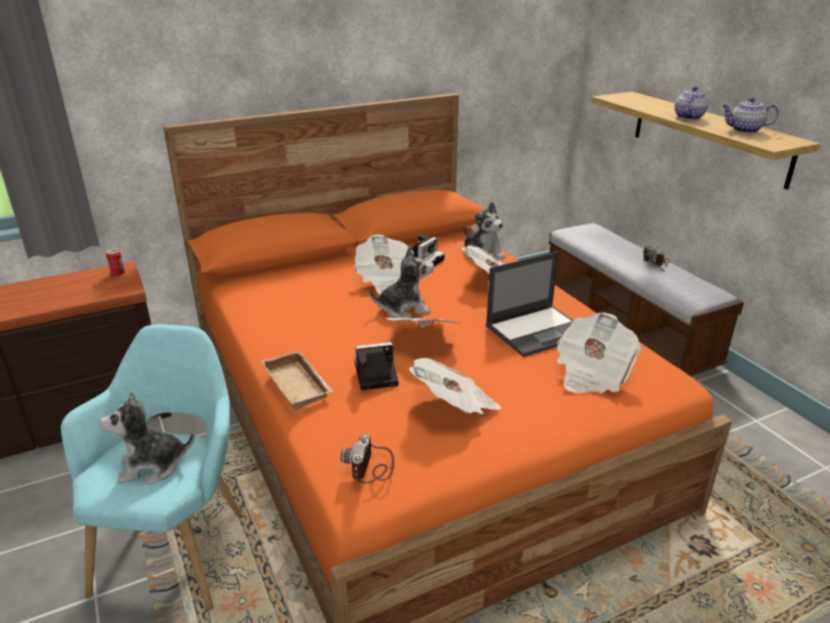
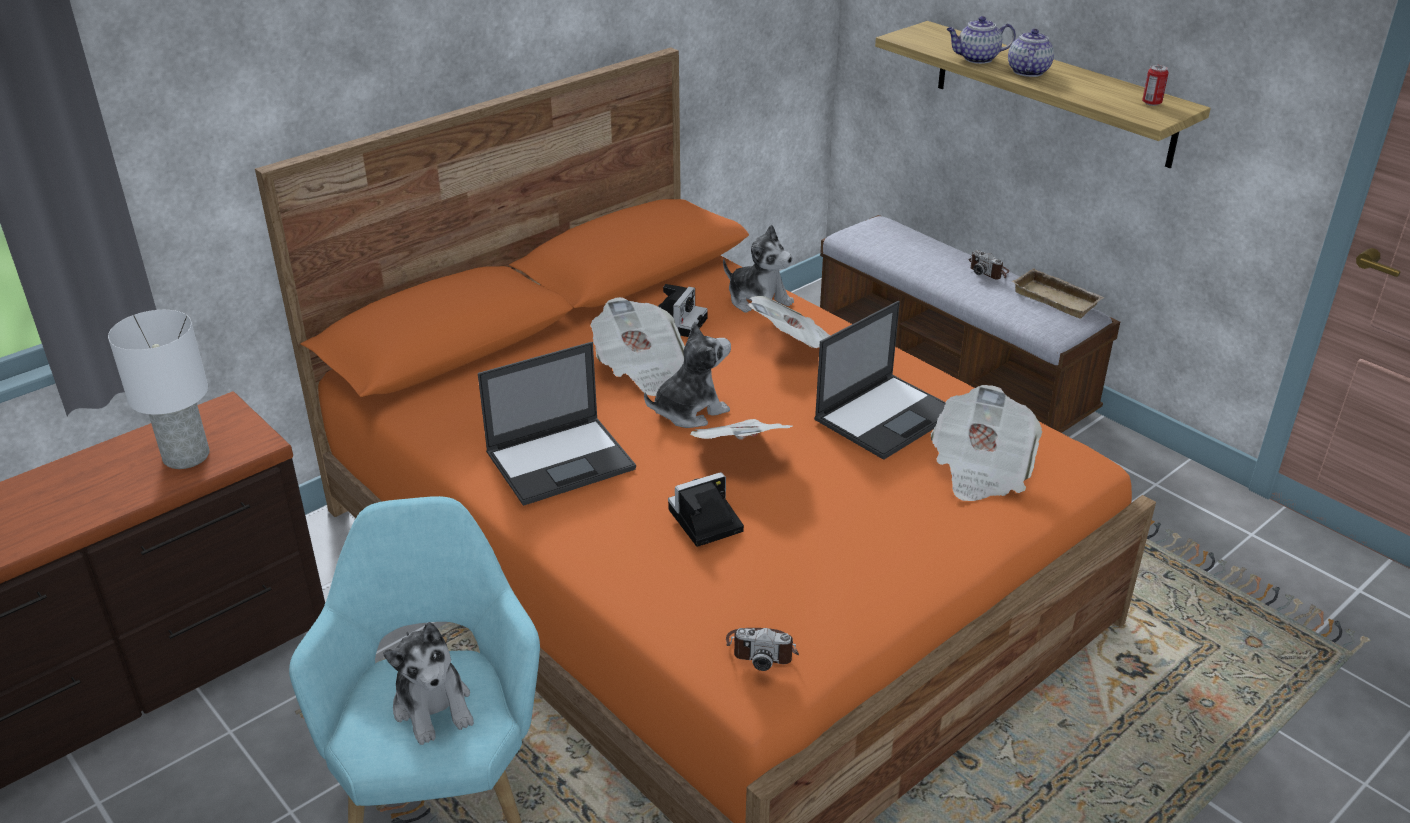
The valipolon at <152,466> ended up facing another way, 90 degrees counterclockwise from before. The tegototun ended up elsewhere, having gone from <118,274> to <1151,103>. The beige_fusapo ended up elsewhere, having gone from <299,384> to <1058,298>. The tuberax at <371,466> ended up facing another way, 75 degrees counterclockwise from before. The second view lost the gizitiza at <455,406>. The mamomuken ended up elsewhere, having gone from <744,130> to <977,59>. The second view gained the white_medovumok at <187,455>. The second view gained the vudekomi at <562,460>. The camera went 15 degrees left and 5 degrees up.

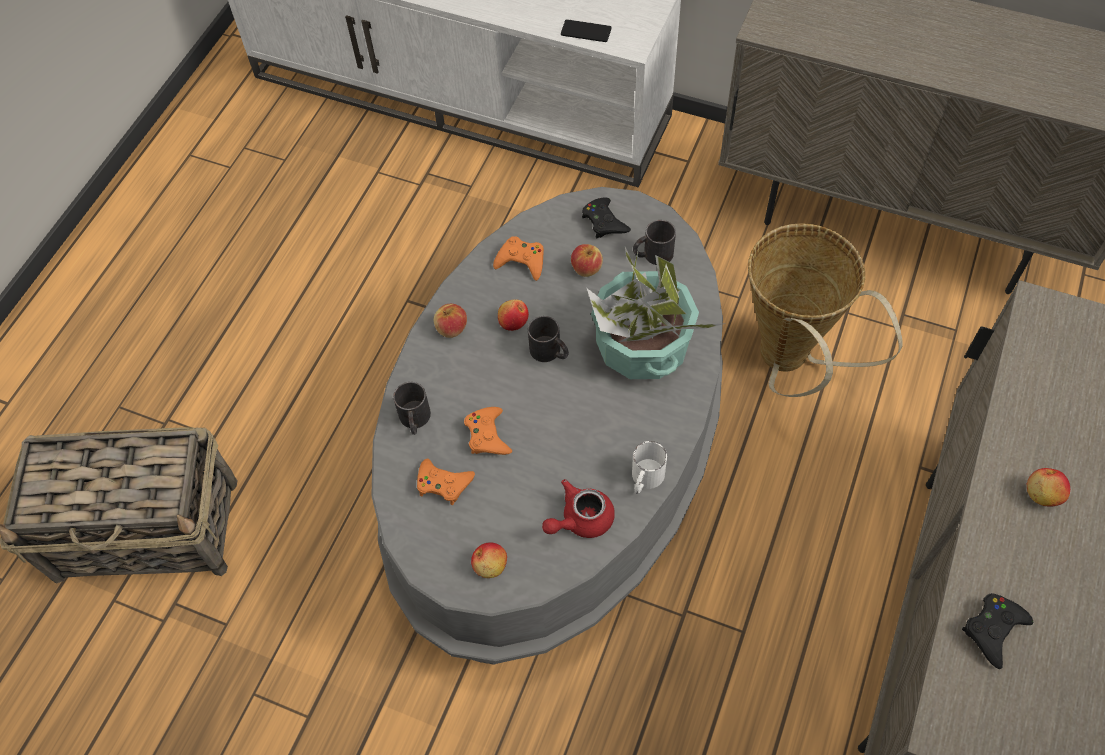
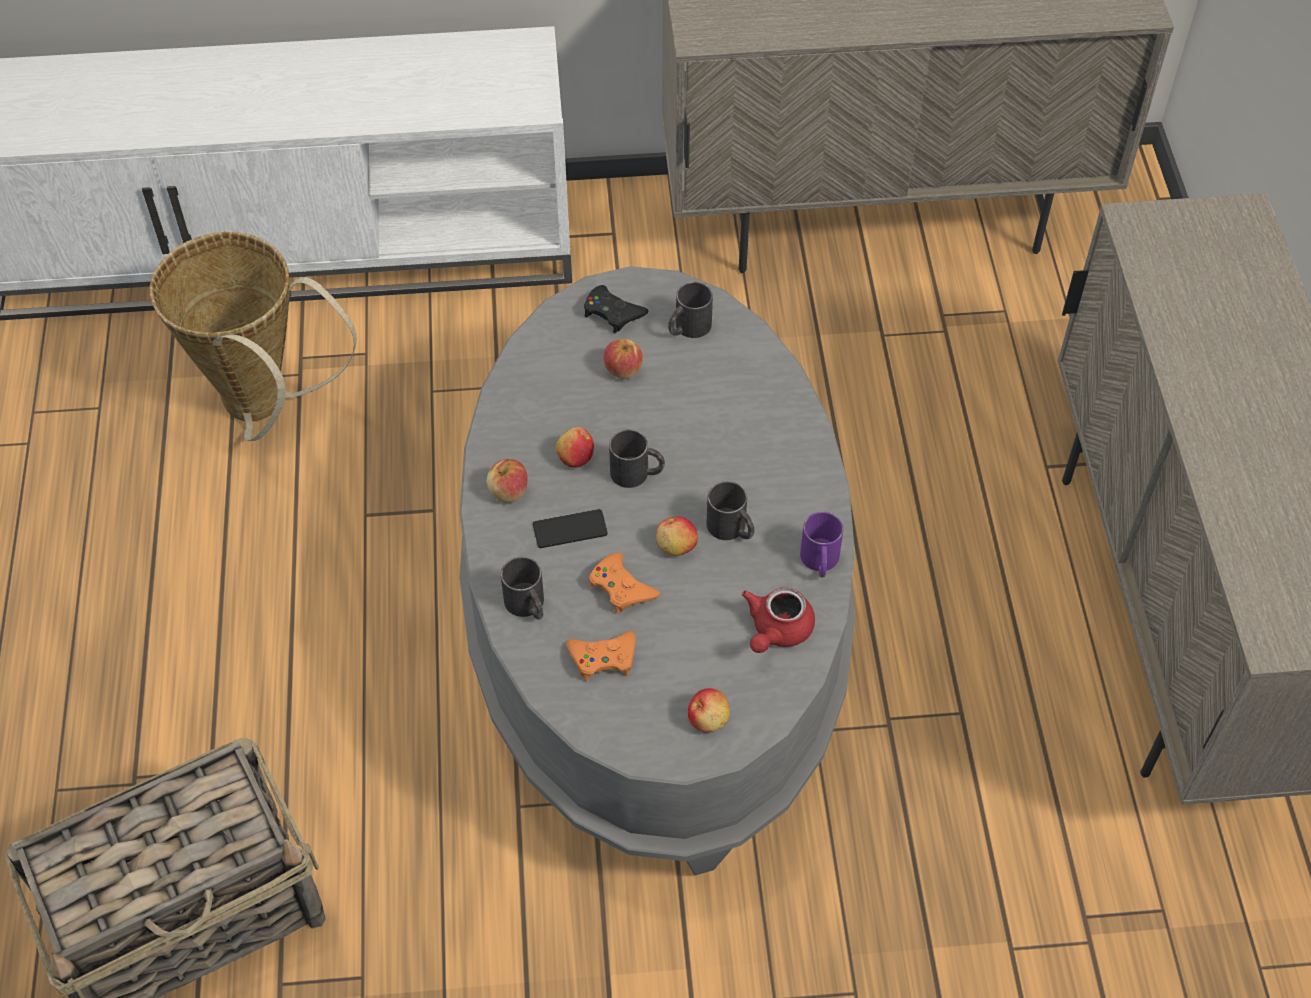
The second view lost the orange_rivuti at <521,261>. The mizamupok ended up elsewhere, having gone from <586,31> to <570,529>. The second view lost the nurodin at <642,345>. What was the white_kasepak at <645,479> turned into the purple_kasepak at <820,562>. The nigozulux ended up elsewhere, having gone from <789,363> to <264,409>. The second view lost the black_rivuti at <993,630>. The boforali ended up elsewhere, having gone from <1042,494> to <676,546>. The second view gained the black_kasepak at <732,529>. The camera went 30 degrees left and 5 degrees down.

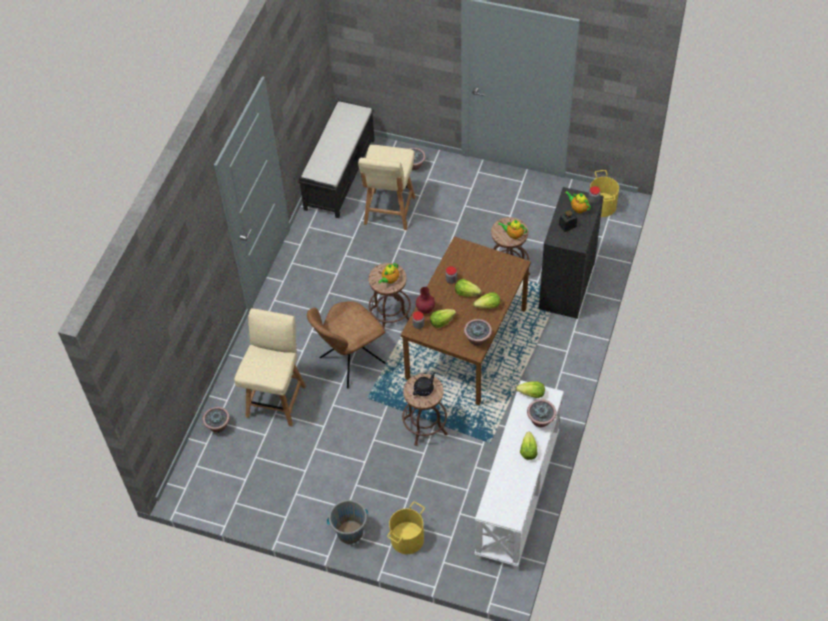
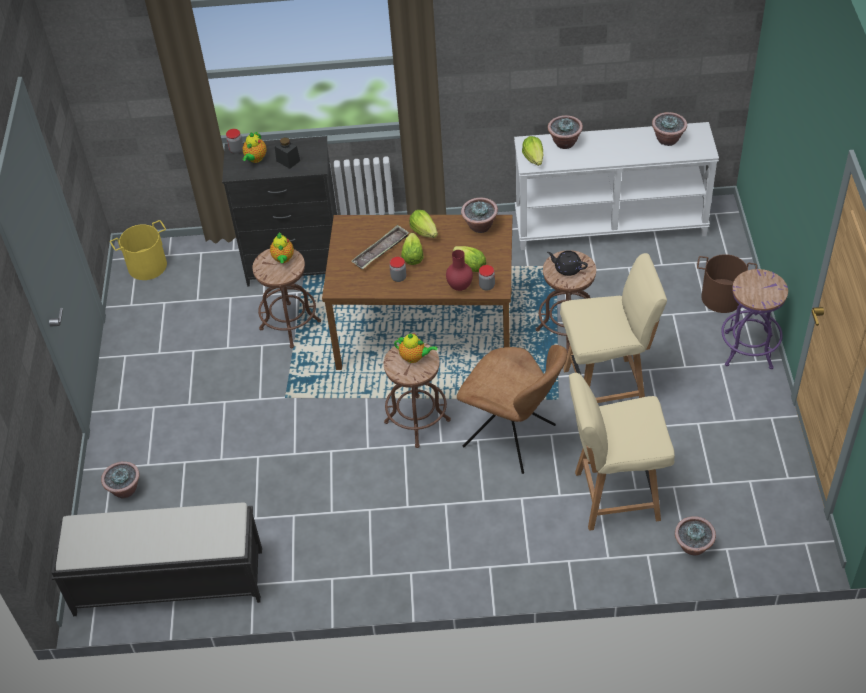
Where the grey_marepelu stood at <350,532>, the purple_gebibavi came to stand at <748,350>. The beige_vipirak ended up elsewhere, having gone from <389,212> to <606,388>. What was the yellow_marepelu at <407,539> turned into the brown_marepelu at <722,297>. The second view lost the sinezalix at <528,451>. The second view gained the fusapo at <381,250>. The second view gained the nurodin at <667,139>. The camera went 110 degrees left and 5 degrees down.

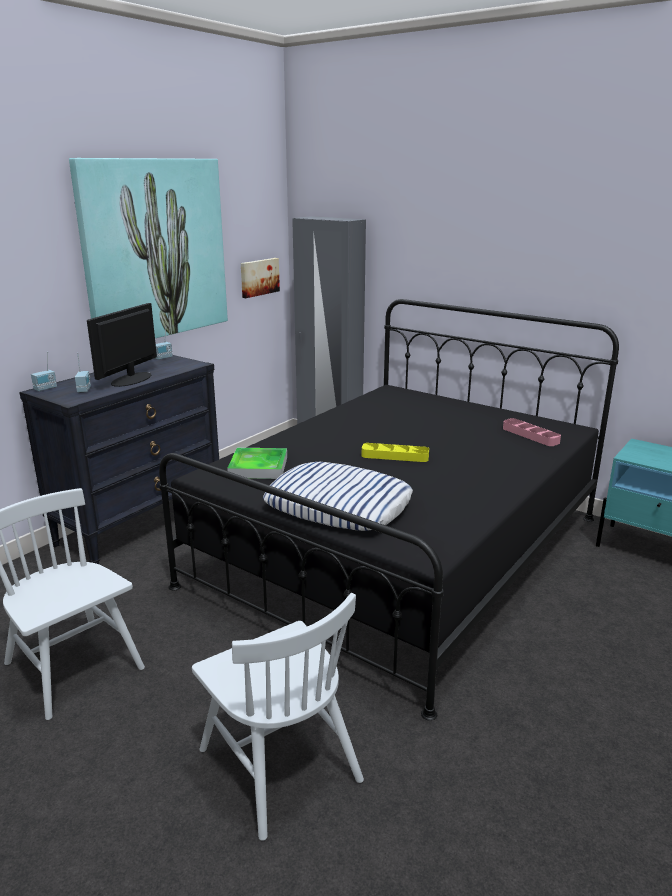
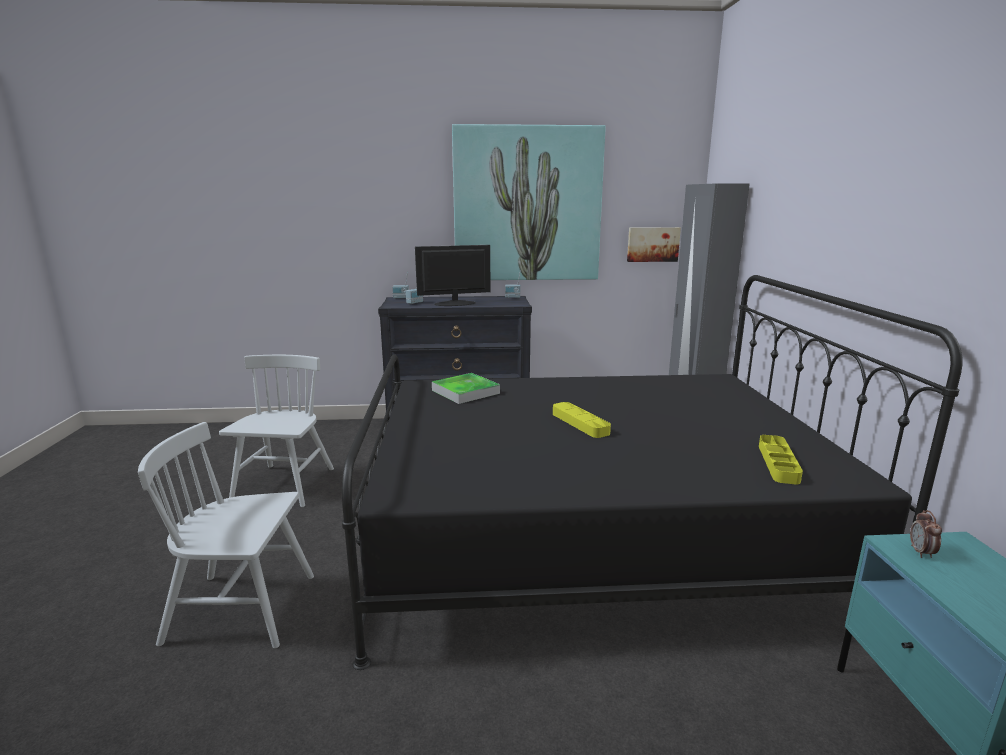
The white_vipirak at <279,763> ended up facing another way, 75 degrees clockwise from before. The second view lost the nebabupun at <339,505>. What was the pink_fusapo at <530,435> turned into the yellow_fusapo at <778,463>. The second view gained the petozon at <921,552>. The camera went 50 degrees right and 5 degrees down.

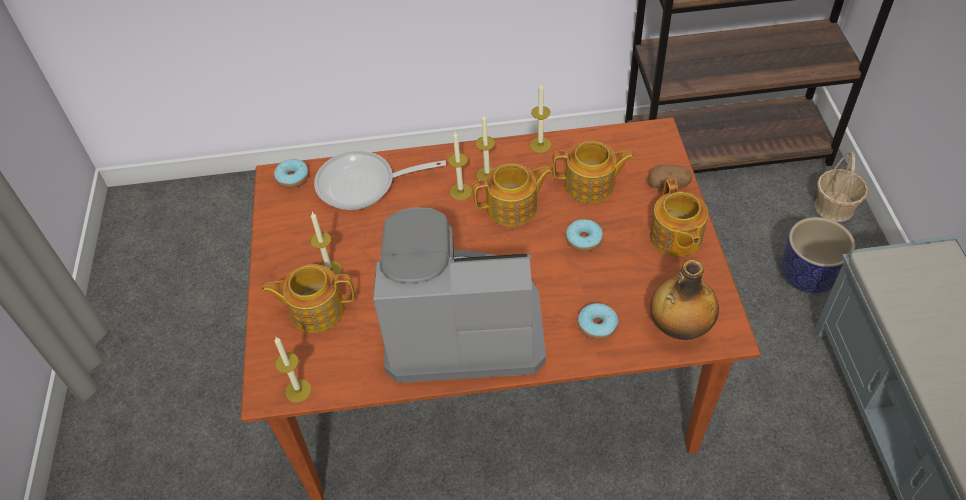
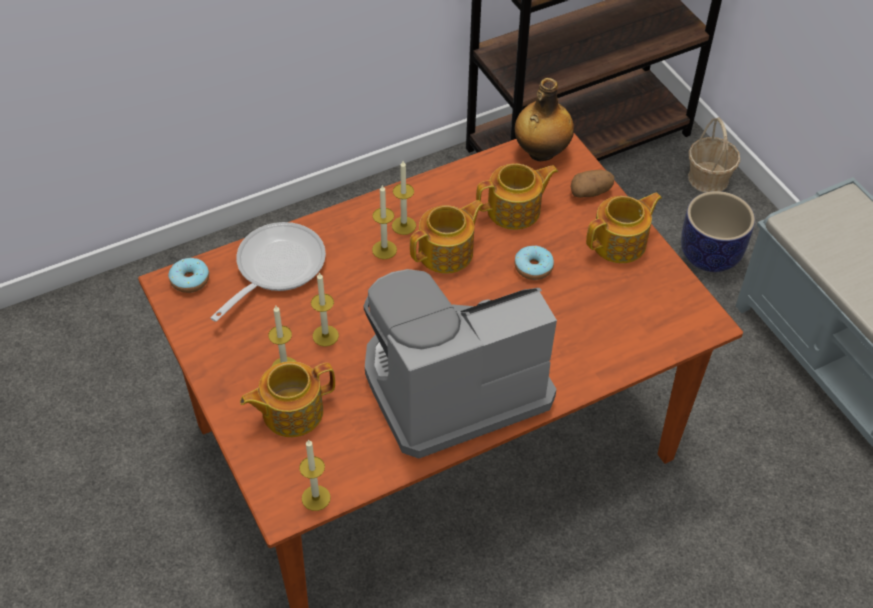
The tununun at <363,185> ended up facing another way, 150 degrees clockwise from before. The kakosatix ended up elsewhere, having gone from <540,145> to <325,336>. The second view lost the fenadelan at <597,326>. The mamomuken at <675,238> ended up facing another way, 90 degrees counterclockwise from before. The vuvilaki ended up elsewhere, having gone from <678,328> to <540,153>. The camera went 25 degrees left and 0 degrees up.

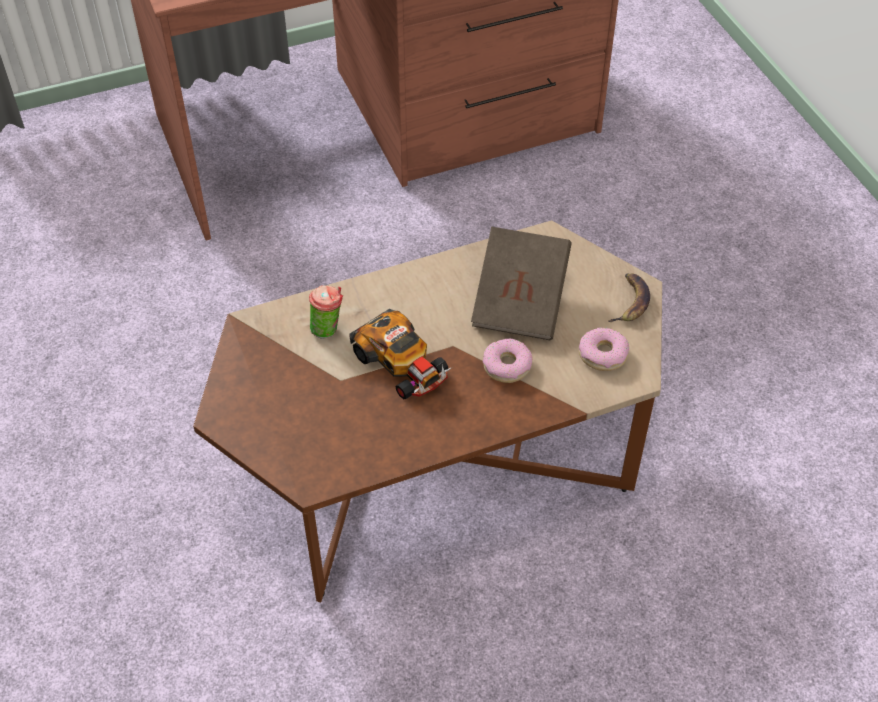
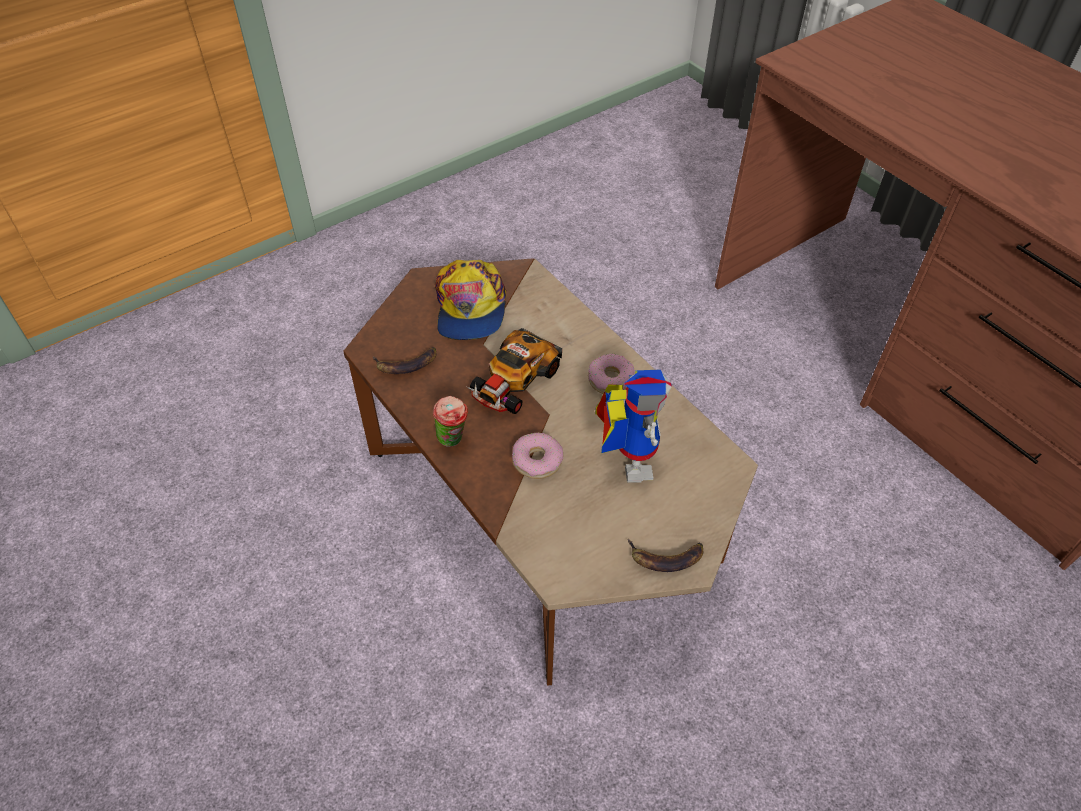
The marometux ended up elsewhere, having gone from <328,329> to <453,440>. Where the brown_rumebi stood at <520,302>, the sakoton came to stand at <626,457>. The fenadelan ended up elsewhere, having gone from <603,354> to <610,379>. The second view gained the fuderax at <406,364>. The second view gained the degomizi at <470,308>. The camera went 75 degrees right and 0 degrees up.

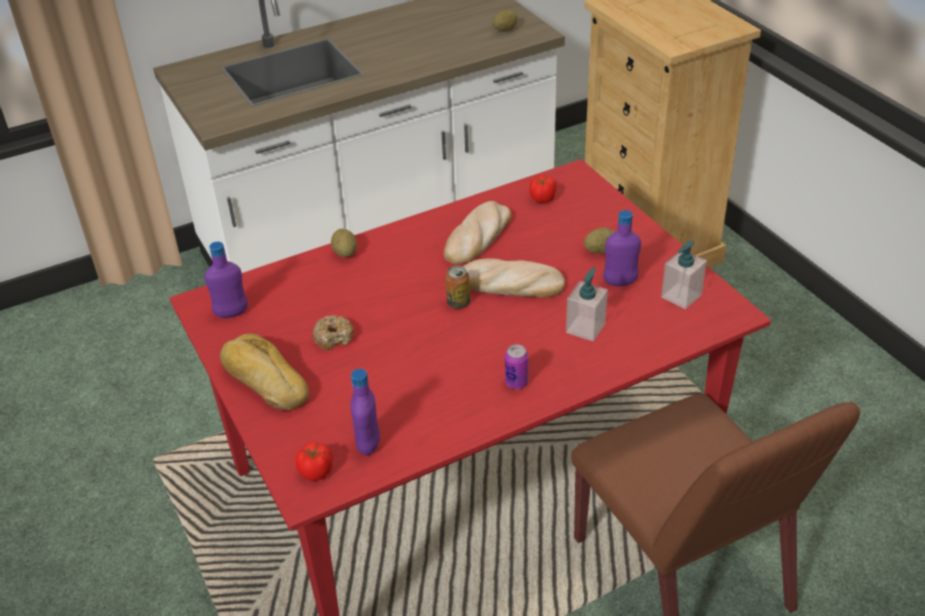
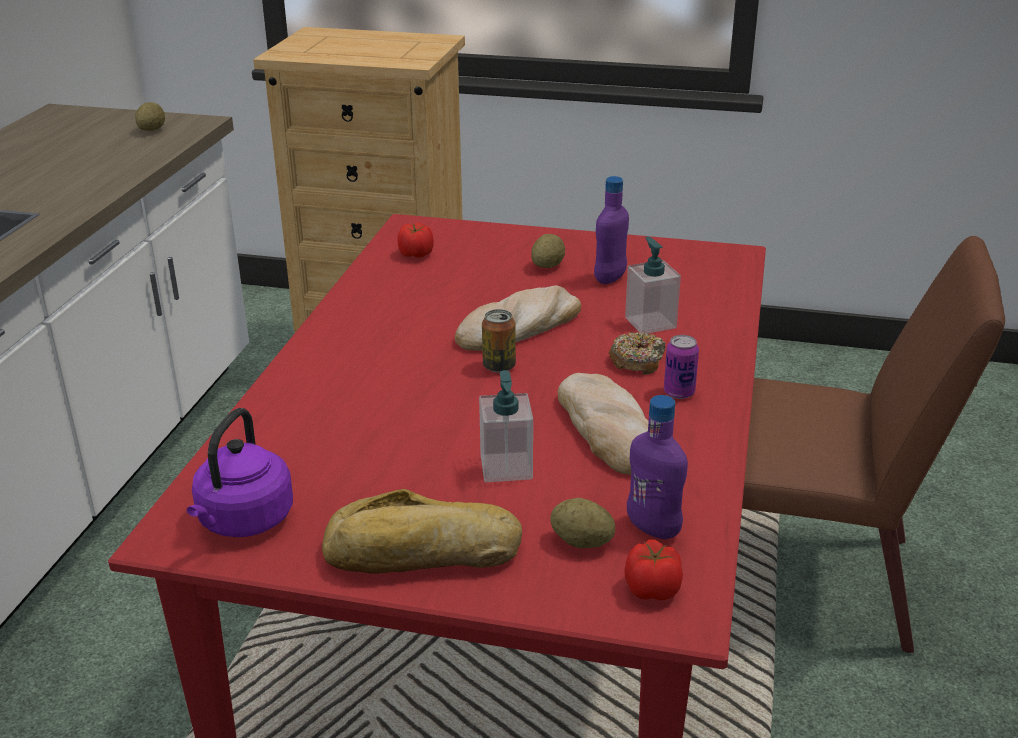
Where the purple_vuvilaki stood at <231,313>, the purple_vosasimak came to stand at <243,521>. The fenadelan ended up elsewhere, having gone from <333,337> to <637,361>. The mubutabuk ended up elsewhere, having gone from <345,253> to <581,542>. The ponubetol ended up elsewhere, having gone from <477,237> to <608,429>. The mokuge ended up elsewhere, having gone from <681,296> to <506,467>. The camera went 50 degrees left and 10 degrees down.

